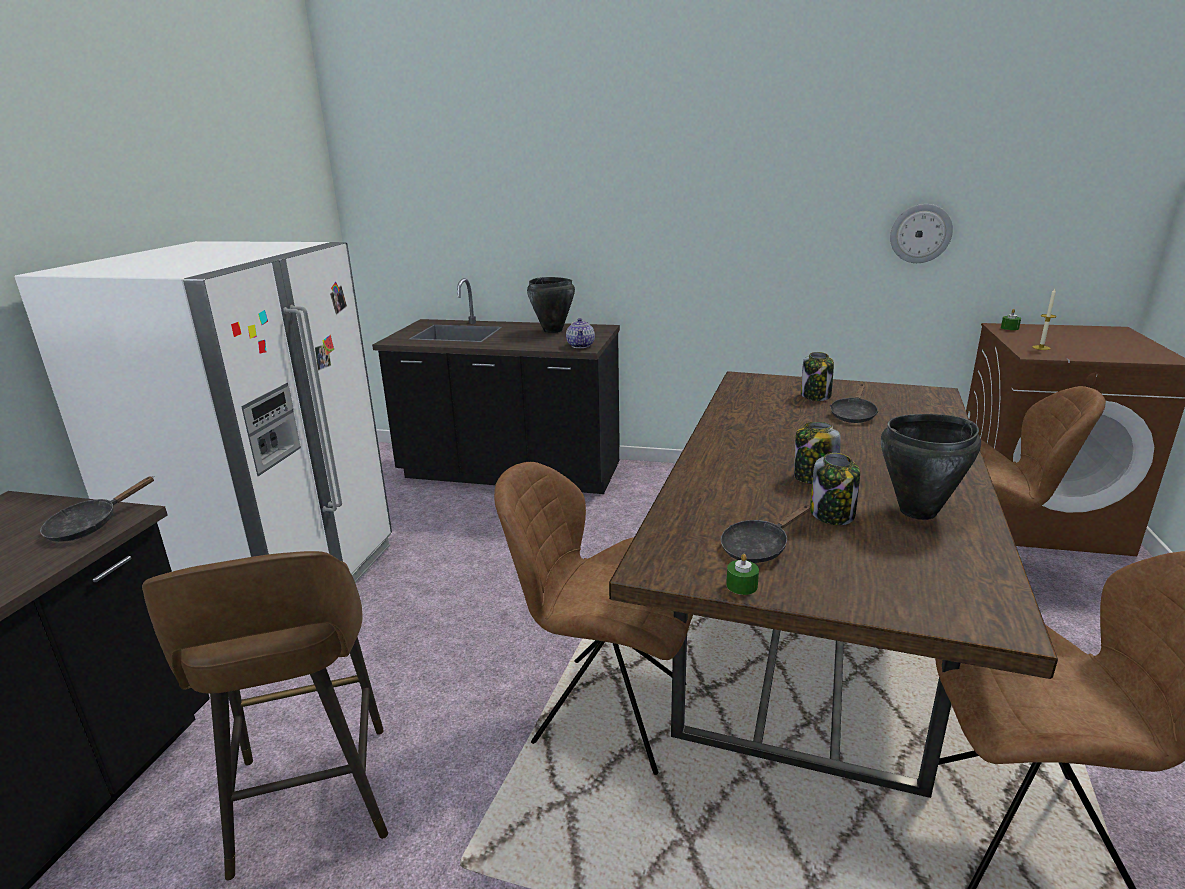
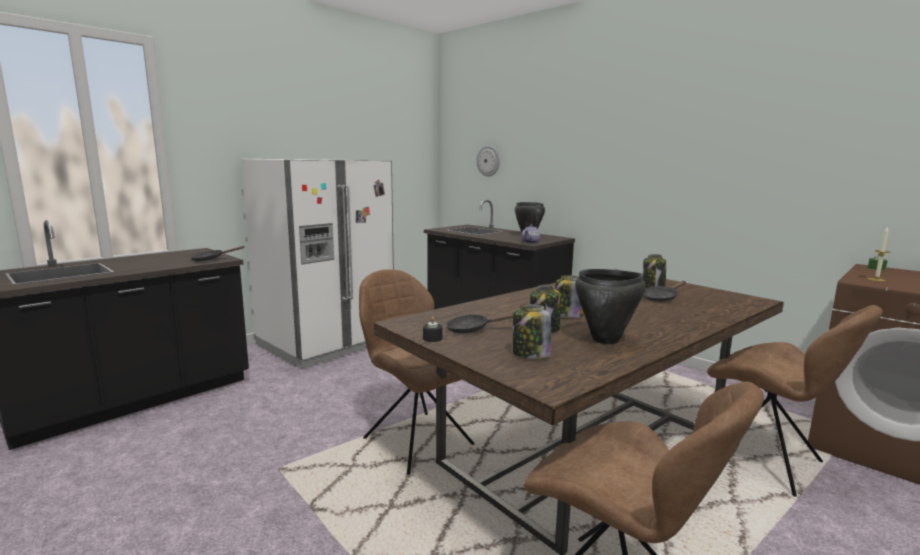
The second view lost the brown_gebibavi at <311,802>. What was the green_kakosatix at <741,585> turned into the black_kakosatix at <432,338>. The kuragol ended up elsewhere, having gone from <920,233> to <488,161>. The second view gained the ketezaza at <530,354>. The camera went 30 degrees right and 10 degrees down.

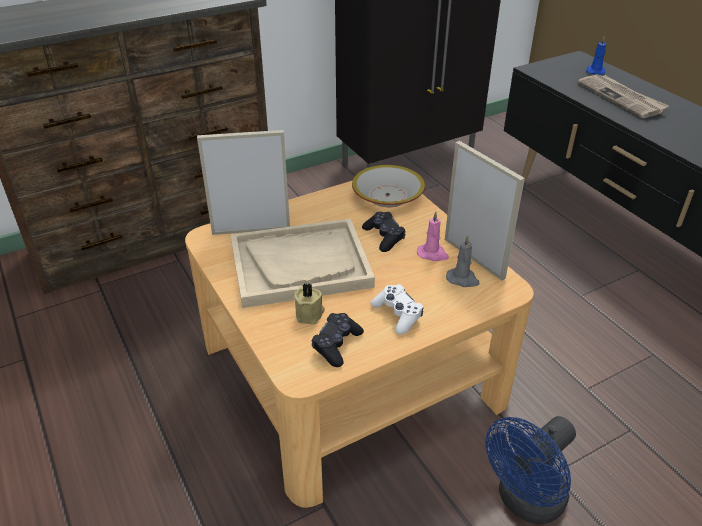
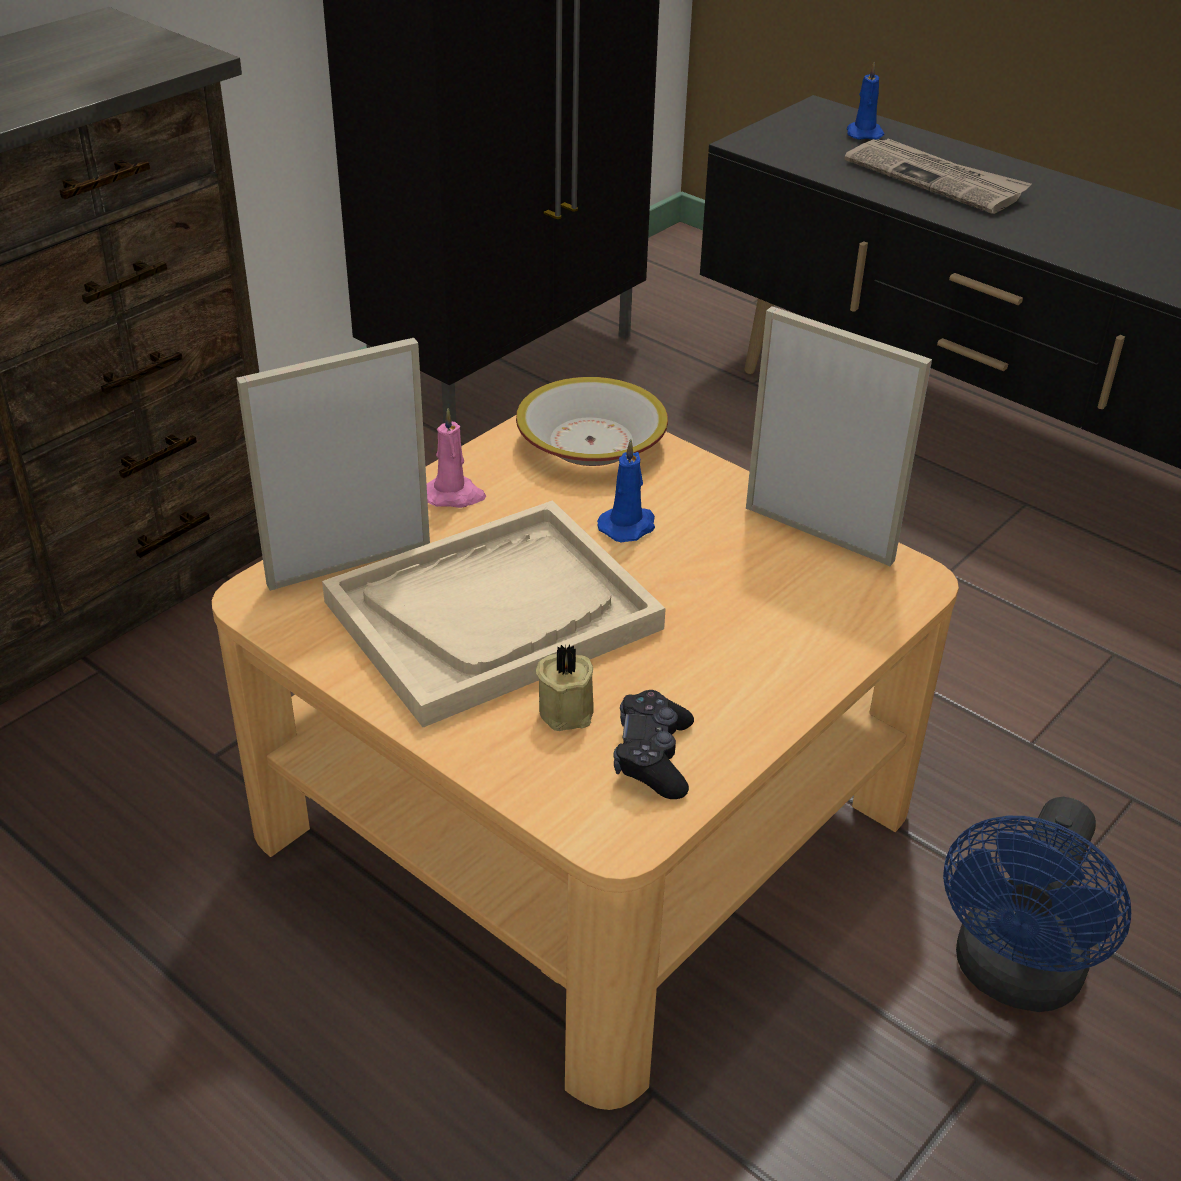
Where the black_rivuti stood at <384,237>, the blue_kakosatix came to stand at <628,526>. The second view lost the white_rivuti at <397,314>. The pink_kakosatix ended up elsewhere, having gone from <433,254> to <454,495>. The second view lost the grey_kakosatix at <463,279>. The camera went 20 degrees left and 0 degrees up.

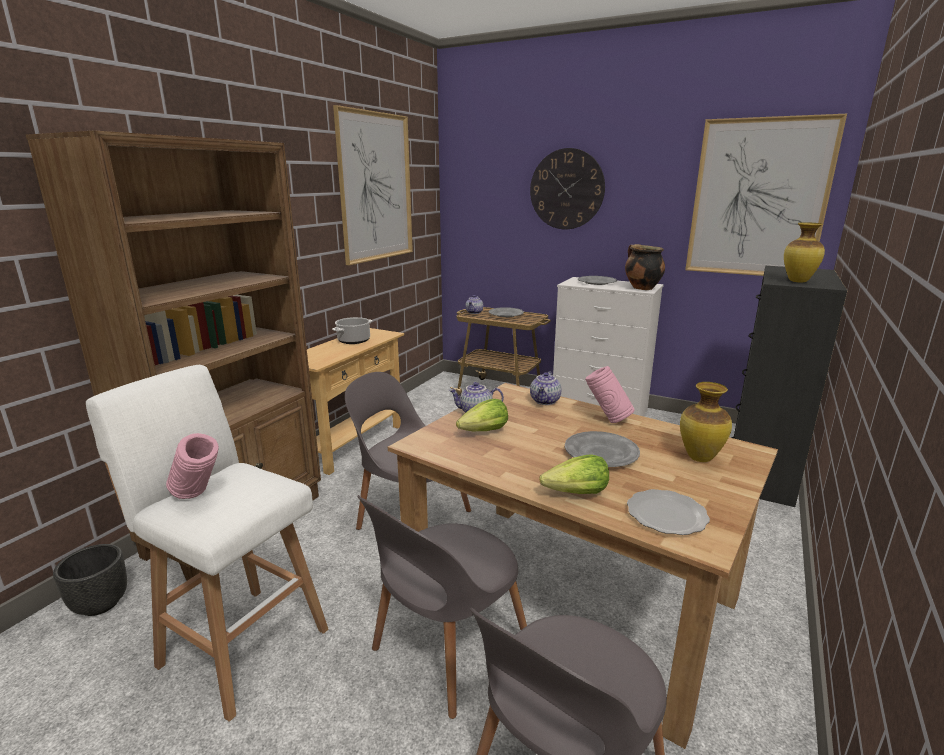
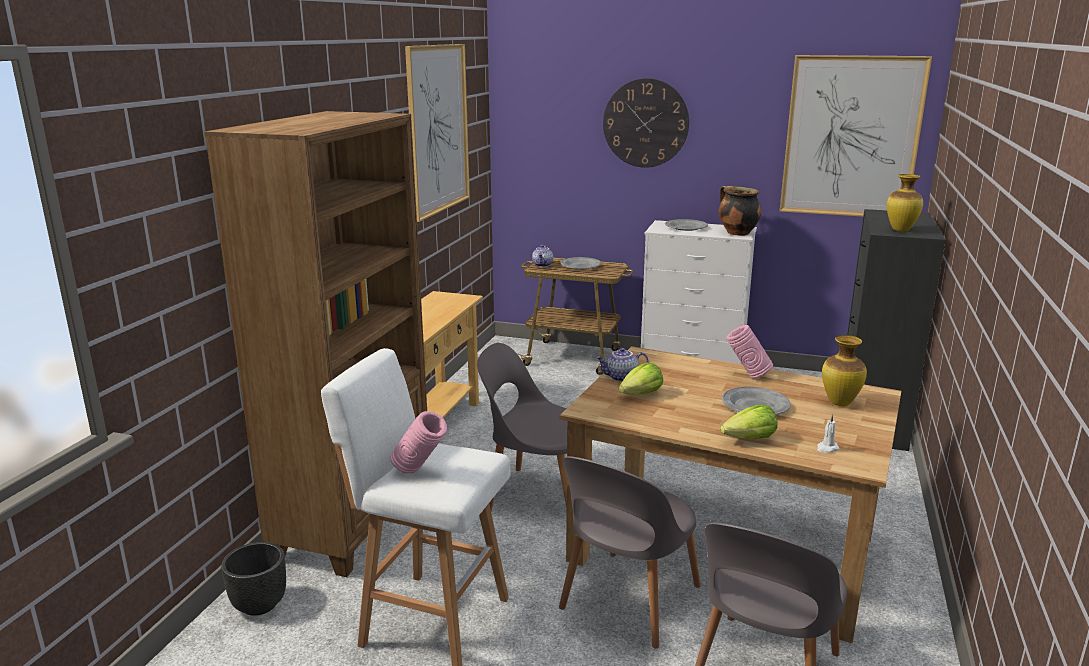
The second view lost the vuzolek at <354,340>. The second view lost the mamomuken at <545,401>. Where the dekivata stood at <665,514>, the white_kakosatix came to stand at <827,448>. The camera went 10 degrees left and 0 degrees up.

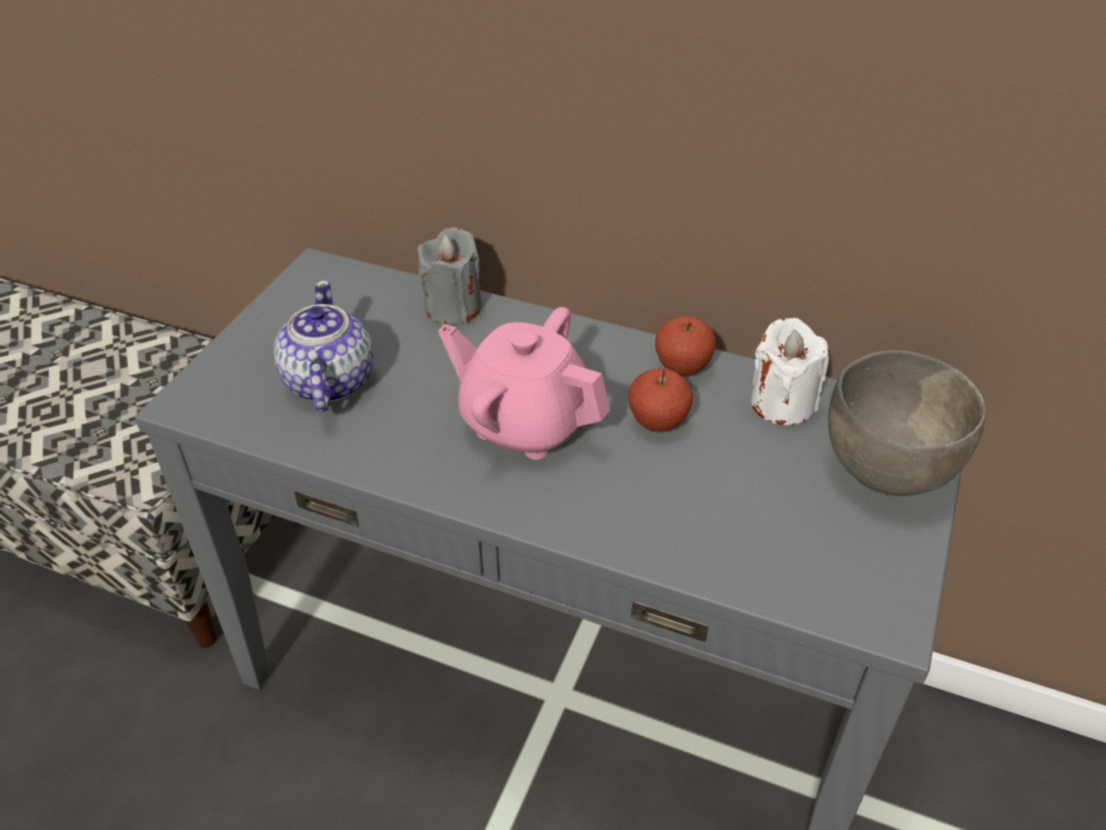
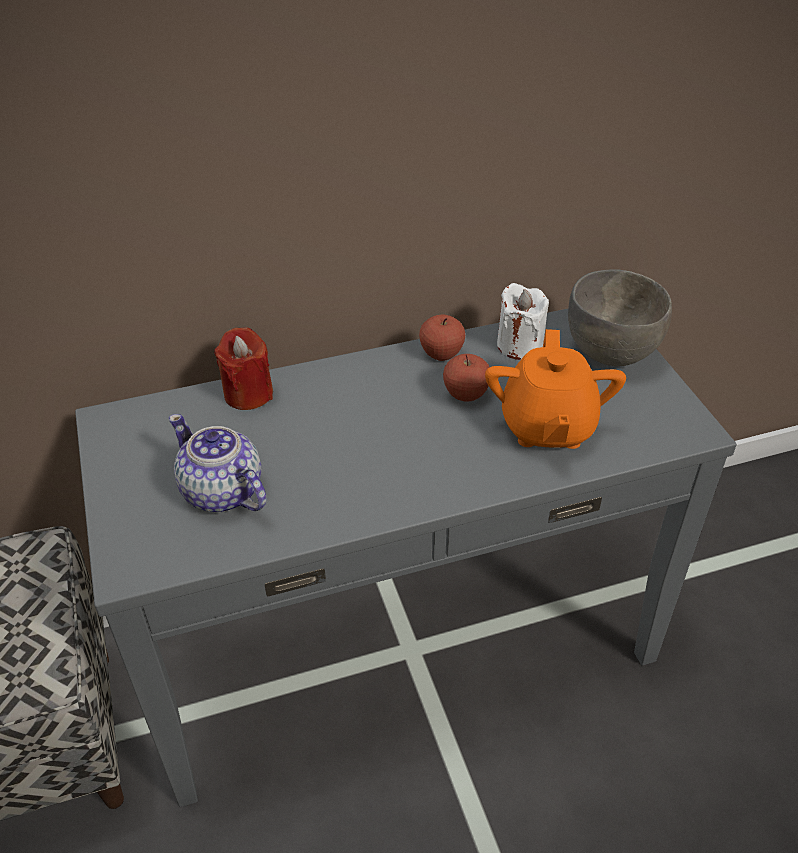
What was the grey_kakosatix at <453,307> turned into the red_kakosatix at <248,394>. The second view lost the pink_mamomuken at <525,423>. The second view gained the orange_mamomuken at <547,427>. The camera went 40 degrees left and 0 degrees up.

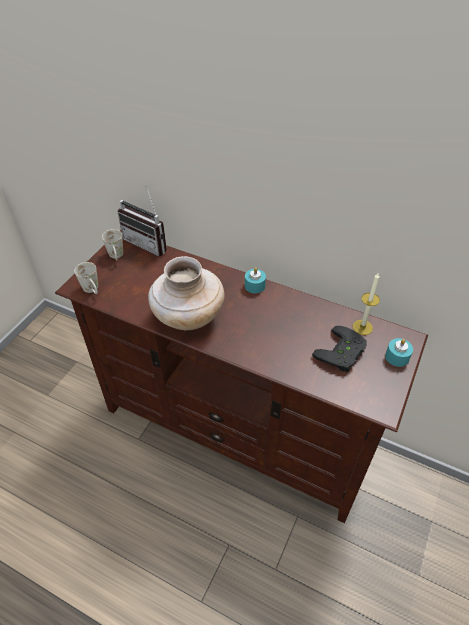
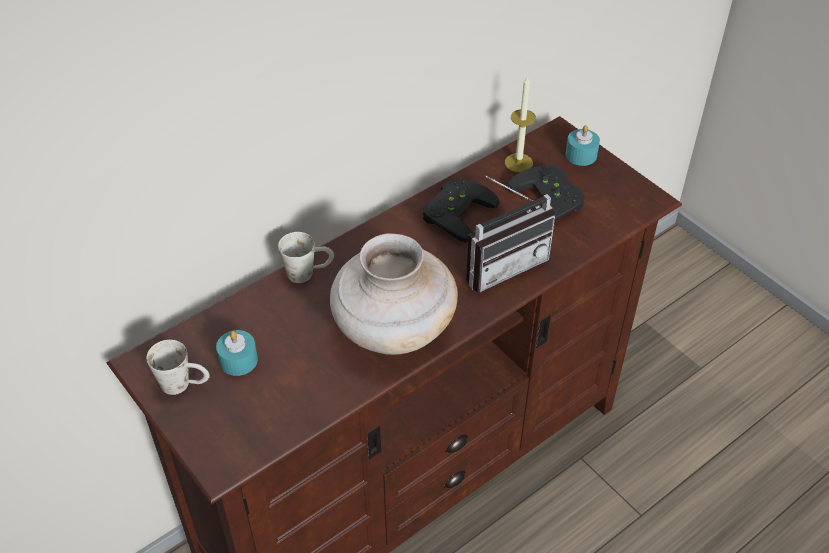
The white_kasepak ended up elsewhere, having gone from <93,290> to <308,272>. The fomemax ended up elsewhere, having gone from <149,243> to <502,264>. The turquoise_kakosatix ended up elsewhere, having gone from <254,286> to <238,360>. The second view gained the black_rivuti at <455,211>. The camera went 65 degrees left and 0 degrees up.

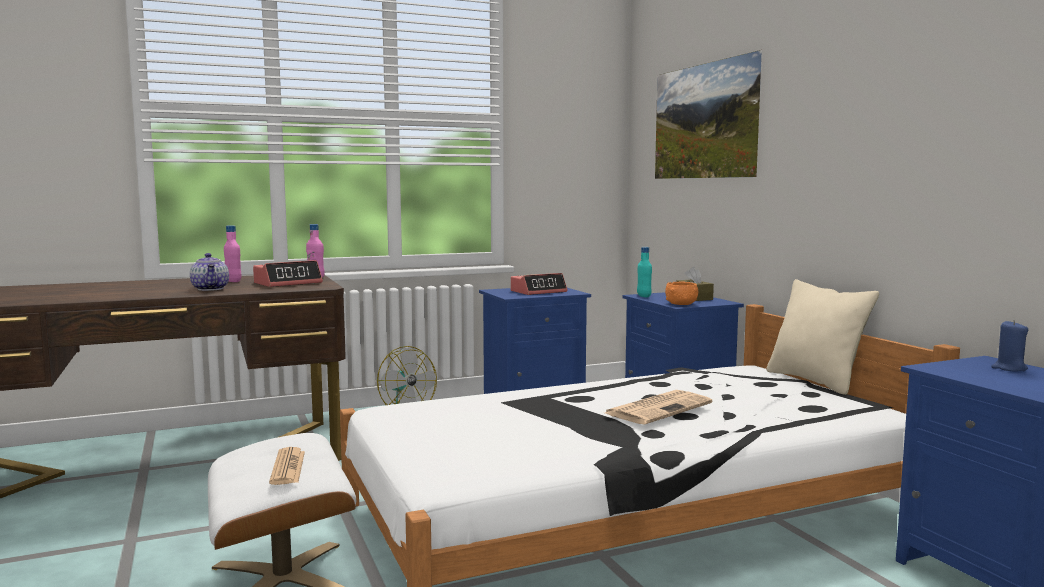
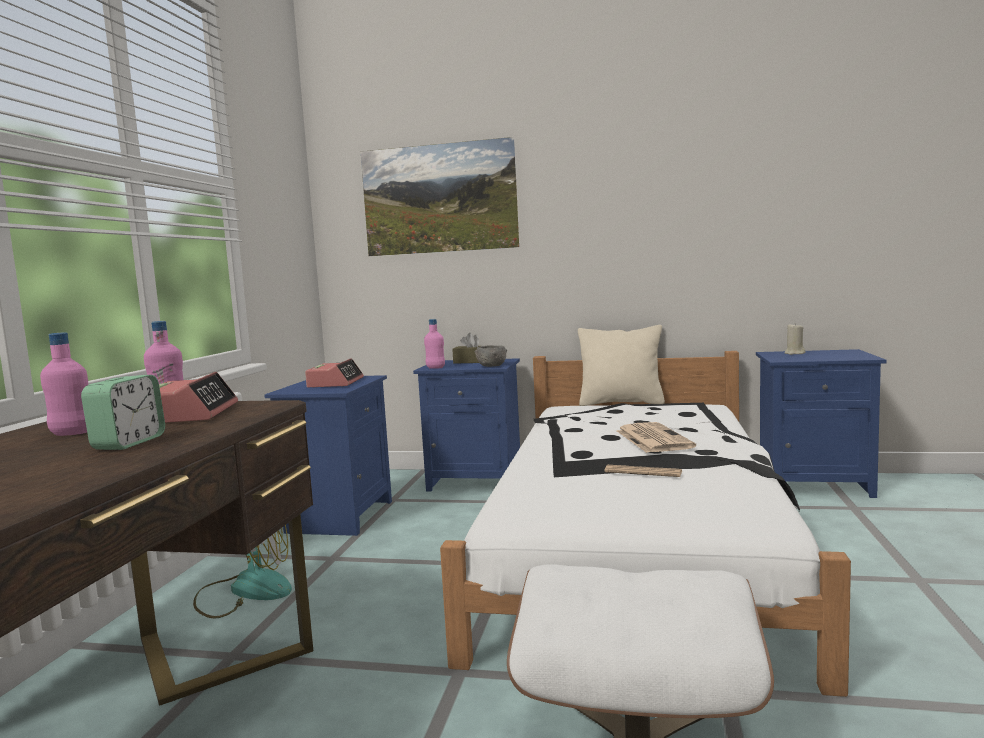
Where the mamomuken stood at <211,289>, the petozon came to stand at <129,443>. The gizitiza ended up elsewhere, having gone from <288,467> to <643,472>. What was the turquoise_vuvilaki at <644,296> turned into the pink_vuvilaki at <435,368>. What was the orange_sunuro at <681,304> turned into the grey_sunuro at <491,366>. What was the blue_kakosatix at <1009,368> turned into the beige_kakosatix at <794,353>. The camera went 55 degrees left and 0 degrees up.

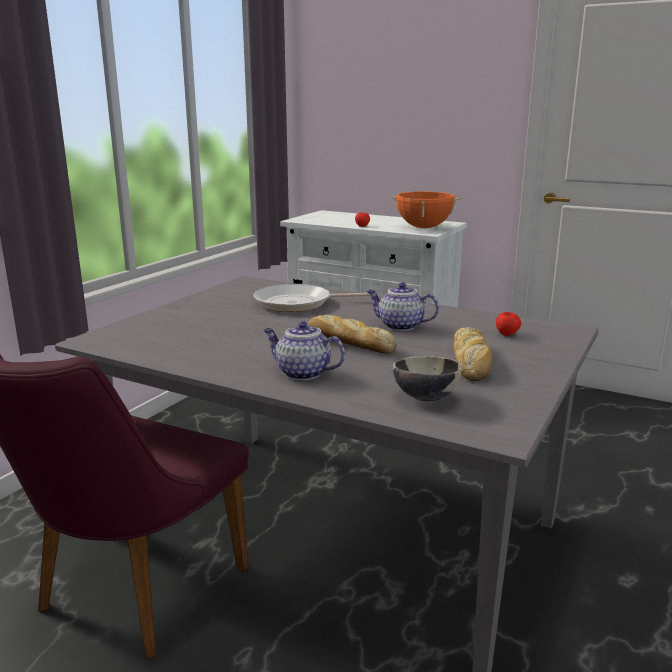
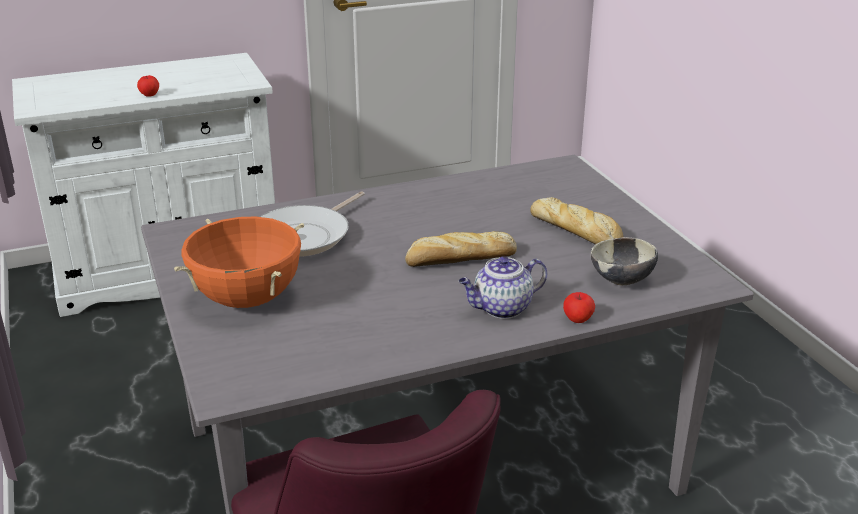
The second view lost the mamomuken at <400,326>. The orange_vuzolek ended up elsewhere, having gone from <423,227> to <247,299>. The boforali ended up elsewhere, having gone from <507,334> to <578,319>. The camera went 50 degrees left and 10 degrees up.

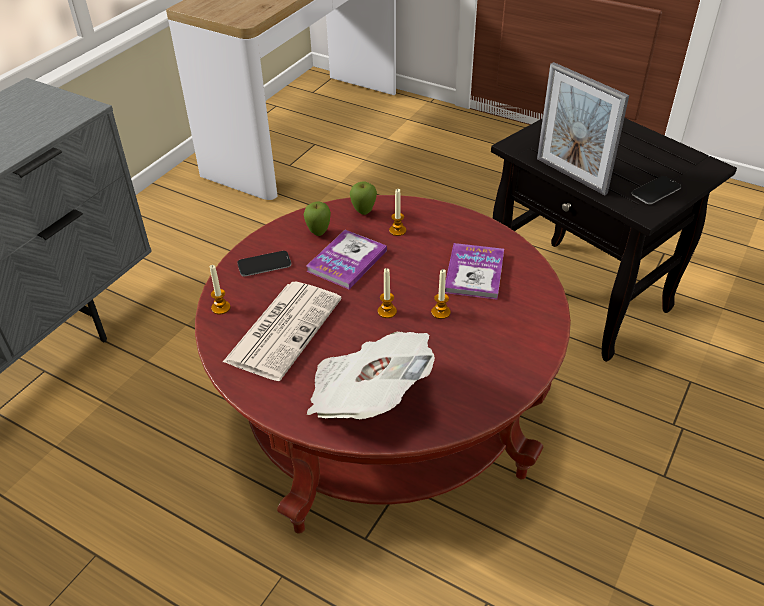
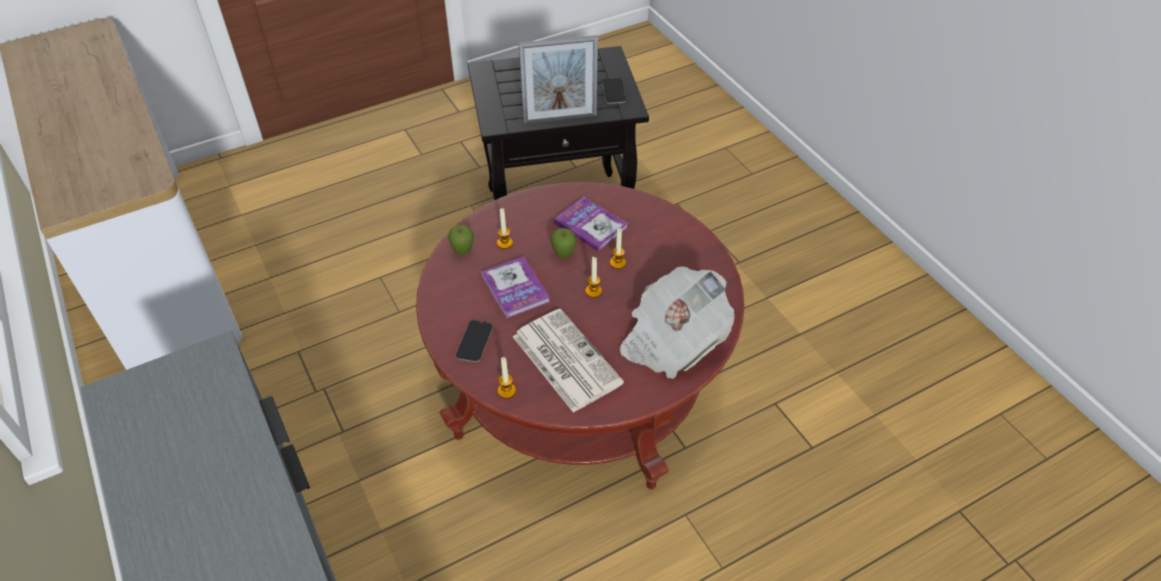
The boforali ended up elsewhere, having gone from <318,233> to <563,256>. The camera went 60 degrees left and 5 degrees up.

